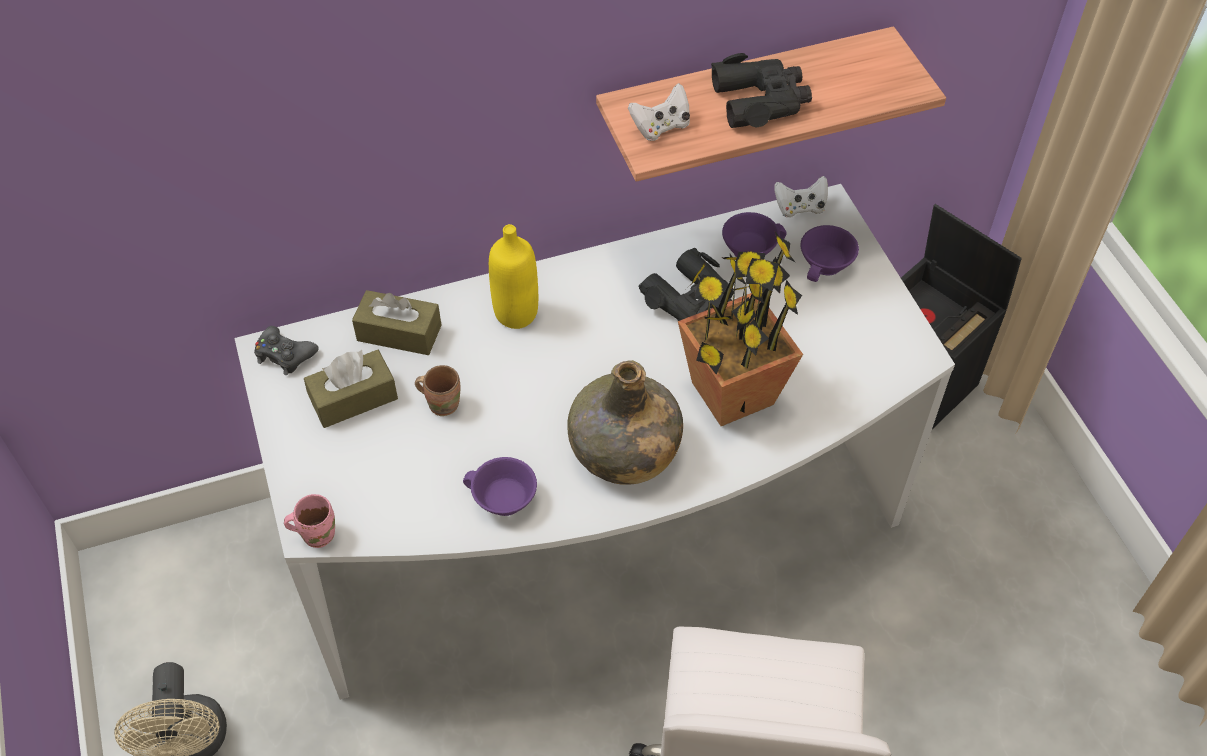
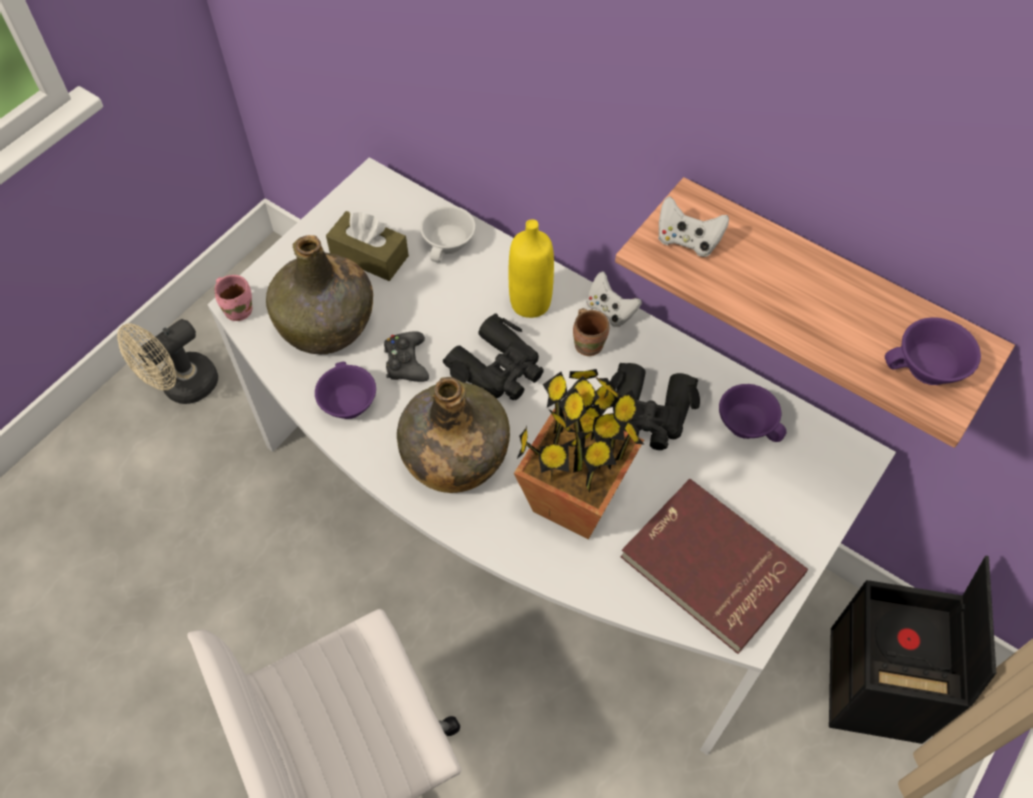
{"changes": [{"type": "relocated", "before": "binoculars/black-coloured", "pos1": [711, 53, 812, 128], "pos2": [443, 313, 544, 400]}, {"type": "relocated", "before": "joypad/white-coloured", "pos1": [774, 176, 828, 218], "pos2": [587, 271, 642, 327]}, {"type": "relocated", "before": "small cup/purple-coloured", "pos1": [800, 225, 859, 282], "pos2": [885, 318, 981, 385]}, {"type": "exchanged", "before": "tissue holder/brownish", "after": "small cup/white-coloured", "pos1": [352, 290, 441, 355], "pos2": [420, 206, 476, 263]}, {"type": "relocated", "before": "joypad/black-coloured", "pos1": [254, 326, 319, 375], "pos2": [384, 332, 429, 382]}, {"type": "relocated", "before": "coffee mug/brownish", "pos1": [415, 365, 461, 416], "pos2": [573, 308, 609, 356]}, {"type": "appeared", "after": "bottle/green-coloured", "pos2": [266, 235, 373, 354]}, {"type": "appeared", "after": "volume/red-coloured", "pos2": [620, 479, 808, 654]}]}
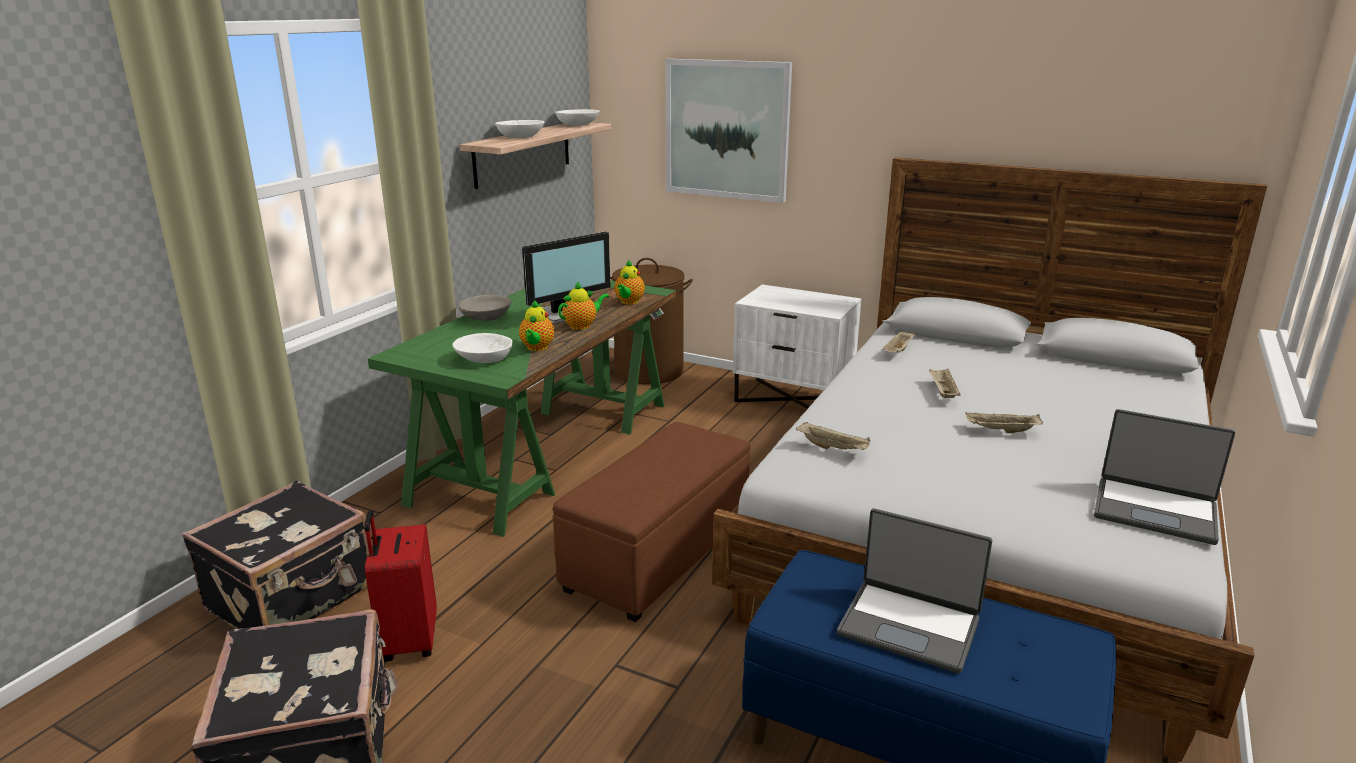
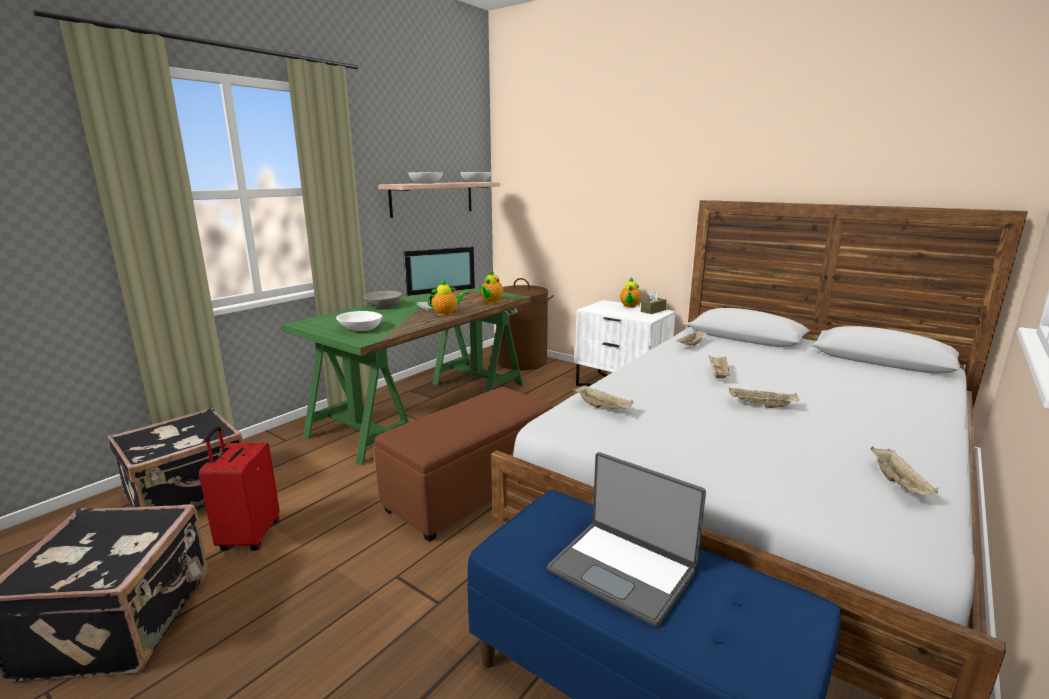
{"changes": [{"type": "missing", "before": "wall art", "pos1": [665, 59, 792, 203]}, {"type": "relocated", "before": "tea pot", "pos1": [519, 300, 554, 351], "pos2": [620, 277, 641, 308]}, {"type": "exchanged", "before": "laptop", "after": "carrying tray/sand-coloured", "pos1": [1094, 409, 1235, 545], "pos2": [870, 447, 938, 495]}, {"type": "appeared", "after": "tissue holder/brownish", "pos2": [641, 290, 667, 314]}]}
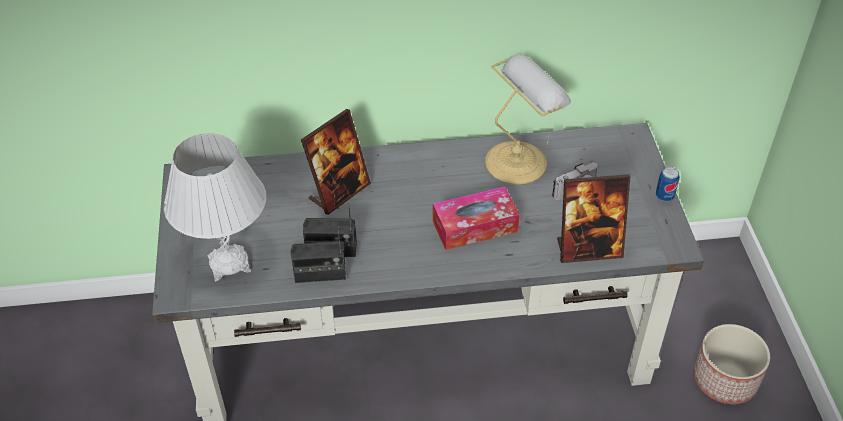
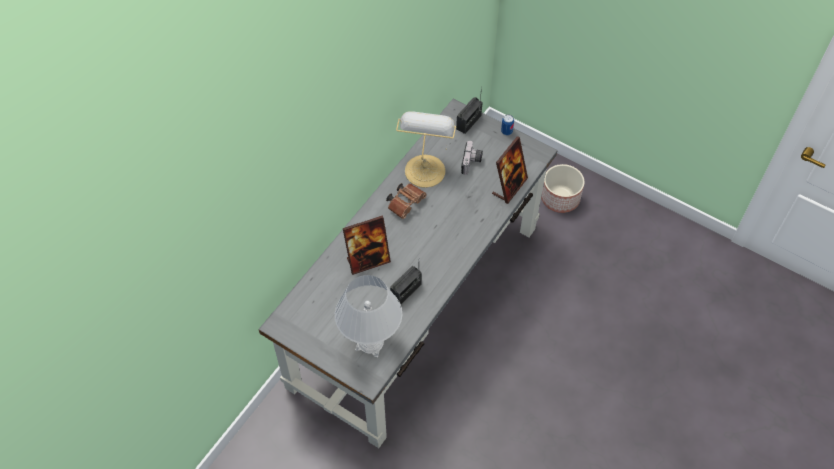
{"changes": [{"type": "spun", "before": "photo frame", "pos1": [301, 109, 371, 215], "pos2": [343, 216, 391, 275], "turn": 75}, {"type": "missing", "before": "tissue holder", "pos1": [433, 187, 520, 250]}, {"type": "relocated", "before": "radio receiver", "pos1": [291, 226, 346, 283], "pos2": [456, 86, 483, 134]}, {"type": "appeared", "after": "binoculars/brownish", "pos2": [386, 183, 427, 219]}]}
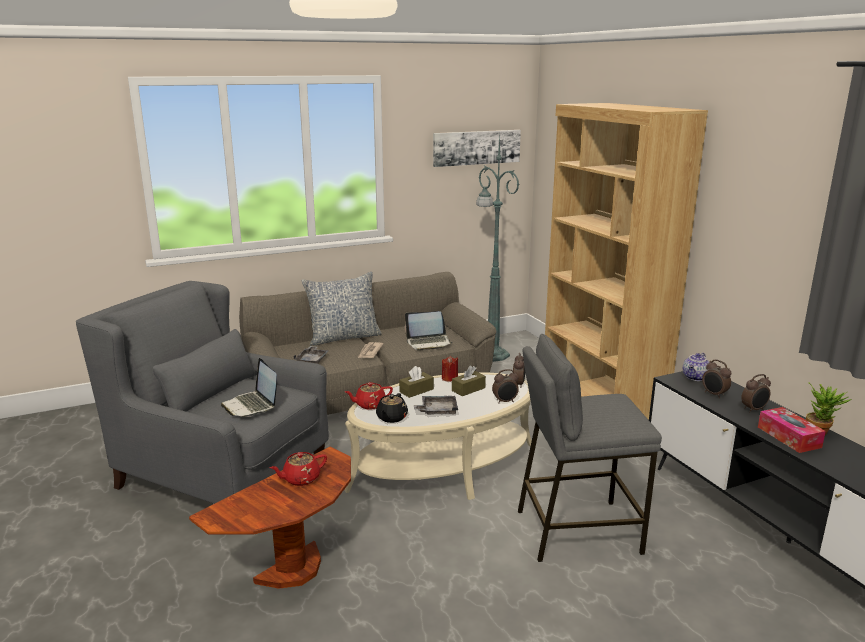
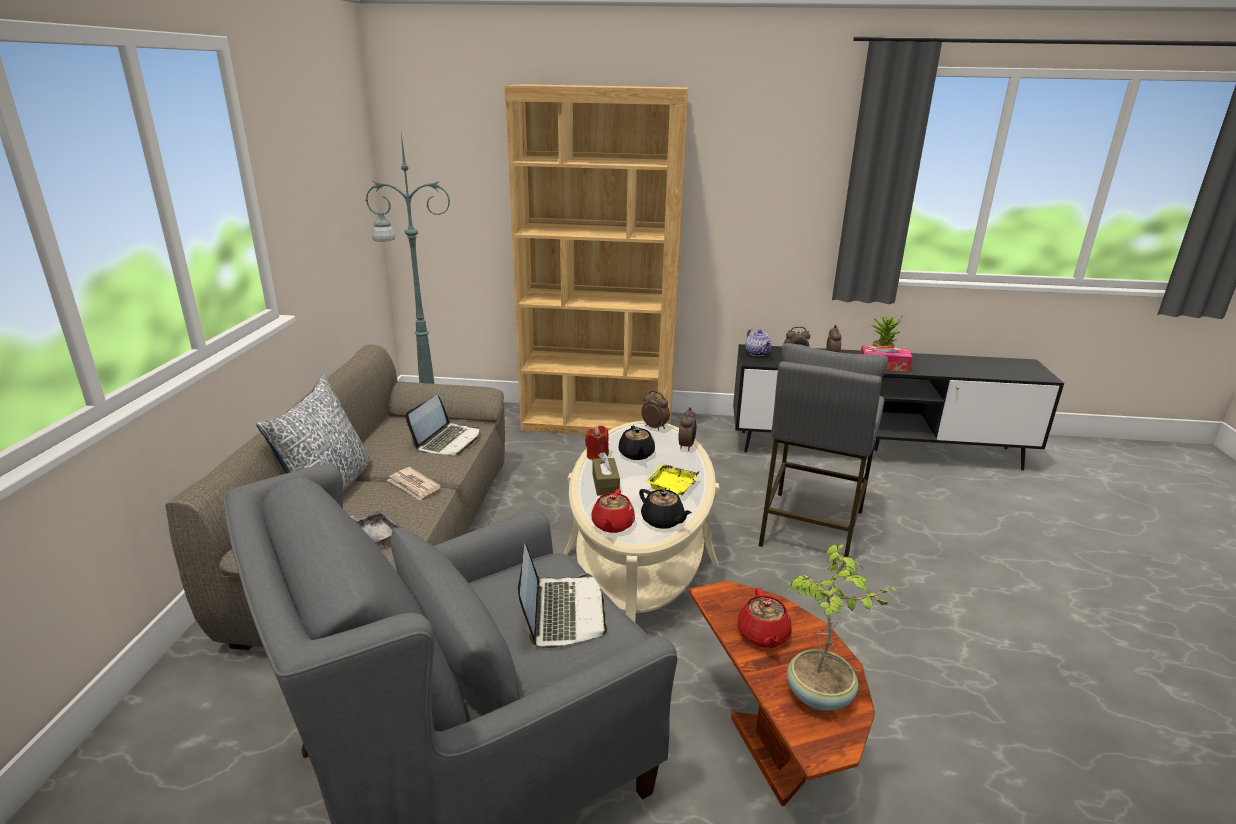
{"changes": [{"type": "missing", "before": "wall art", "pos1": [433, 130, 521, 167]}, {"type": "spun", "before": "laptop", "pos1": [221, 358, 277, 417], "pos2": [518, 543, 607, 648], "turn": -90}, {"type": "exchanged", "before": "tissue holder/brownish", "after": "tea pot/black-coloured", "pos1": [452, 366, 486, 396], "pos2": [618, 426, 655, 460]}, {"type": "colour", "before": "carrying tray/greyish", "after": "carrying tray/yellow", "pos1": [414, 396, 458, 415], "pos2": [645, 464, 700, 495]}, {"type": "appeared", "after": "potted plant", "pos2": [787, 544, 897, 711]}]}
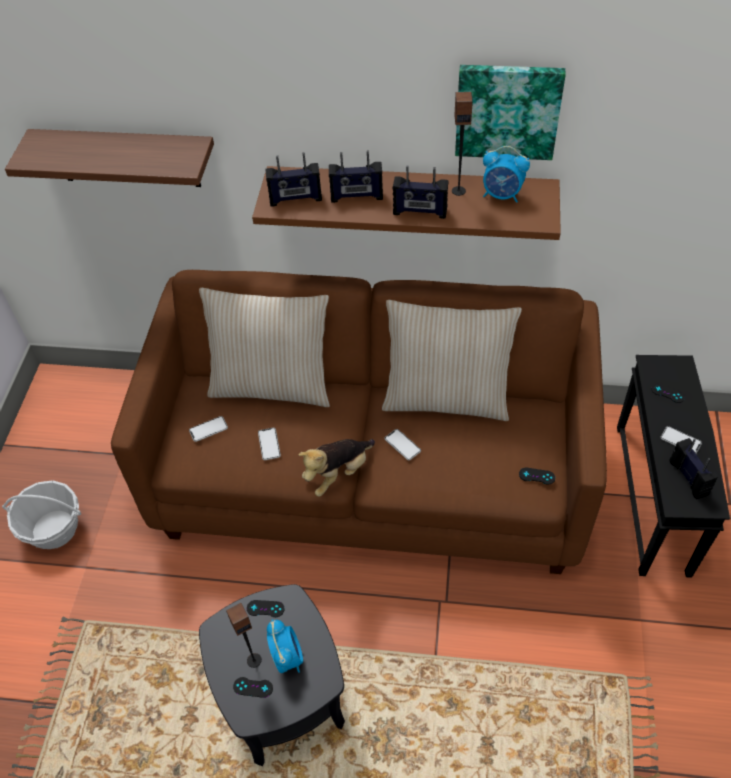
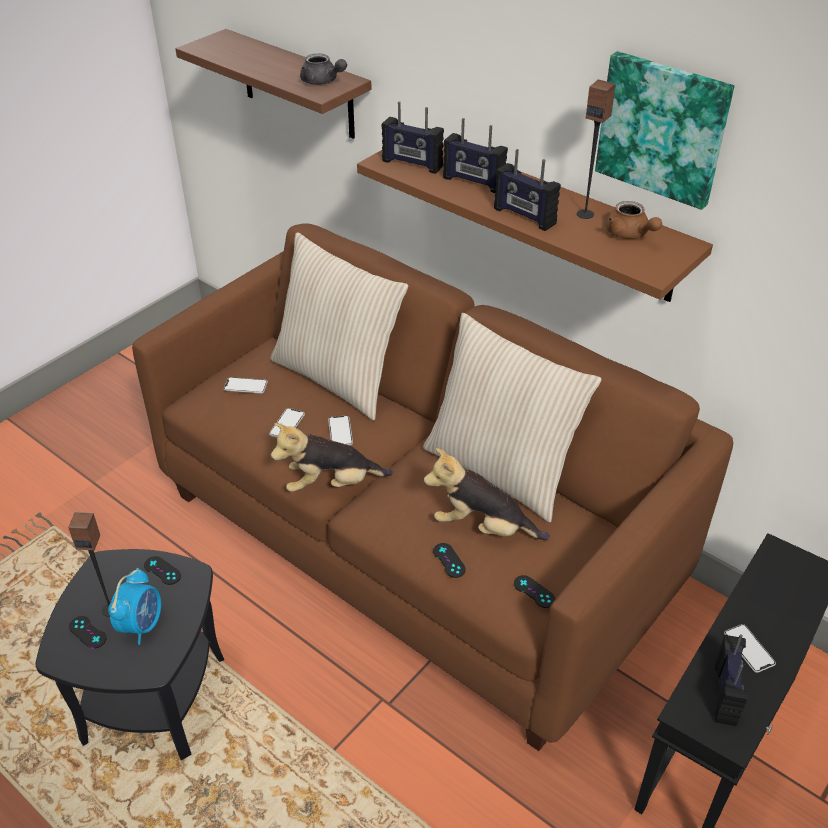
{"changes": [{"type": "exchanged", "before": "alarm clock", "after": "tea pot/brownish", "pos1": [483, 146, 530, 203], "pos2": [606, 201, 662, 239]}, {"type": "relocated", "before": "joypad/black-coloured", "pos1": [651, 383, 685, 403], "pos2": [433, 543, 466, 578]}, {"type": "relocated", "before": "phone", "pos1": [385, 429, 421, 460], "pos2": [328, 415, 353, 445]}, {"type": "missing", "before": "basket", "pos1": [2, 481, 81, 549]}, {"type": "appeared", "after": "tea pot/greyish", "pos2": [300, 53, 347, 85]}, {"type": "appeared", "after": "cuddly toy", "pos2": [424, 448, 550, 540]}]}
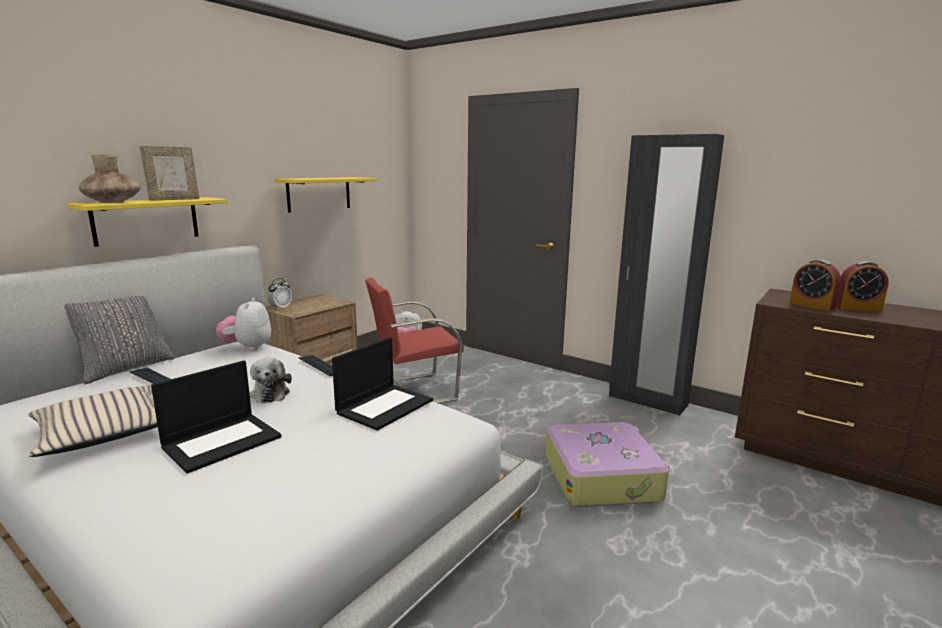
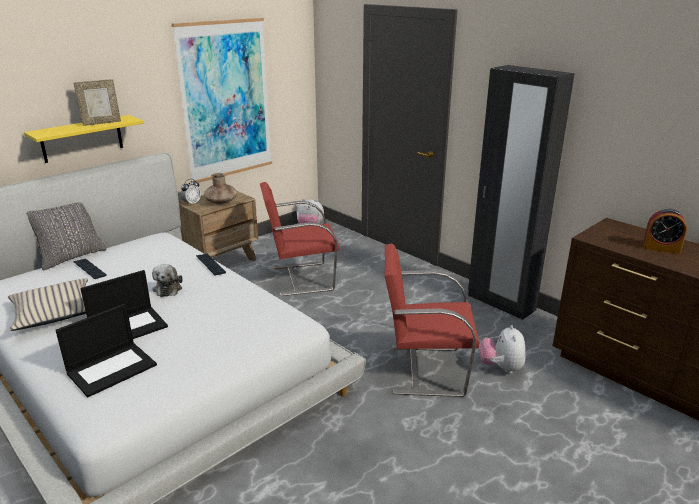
{"changes": [{"type": "relocated", "before": "decorative vase/brownish", "pos1": [79, 155, 141, 203], "pos2": [204, 173, 237, 205]}, {"type": "exchanged", "before": "wall shelf/yellow", "after": "wall art", "pos1": [275, 177, 377, 213], "pos2": [171, 18, 272, 183]}, {"type": "missing", "before": "alarm clock", "pos1": [790, 260, 841, 311]}, {"type": "relocated", "before": "cuddly toy", "pos1": [216, 298, 271, 351], "pos2": [480, 325, 526, 374]}, {"type": "relocated", "before": "laptop", "pos1": [332, 337, 433, 431], "pos2": [56, 304, 157, 397]}, {"type": "exchanged", "before": "travel case", "after": "plain chair/red-coloured", "pos1": [546, 422, 670, 507], "pos2": [385, 244, 480, 397]}]}
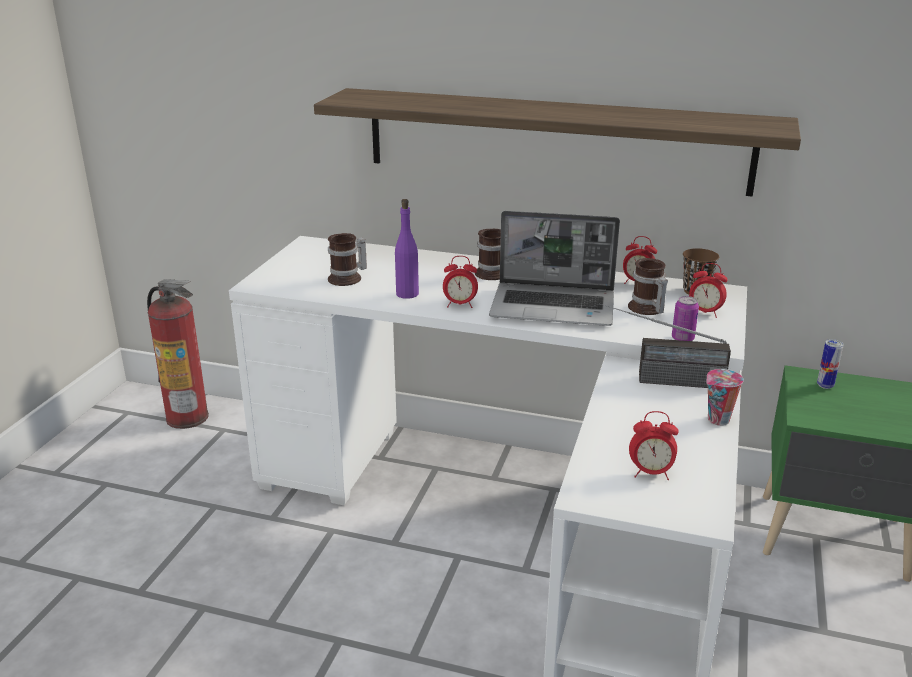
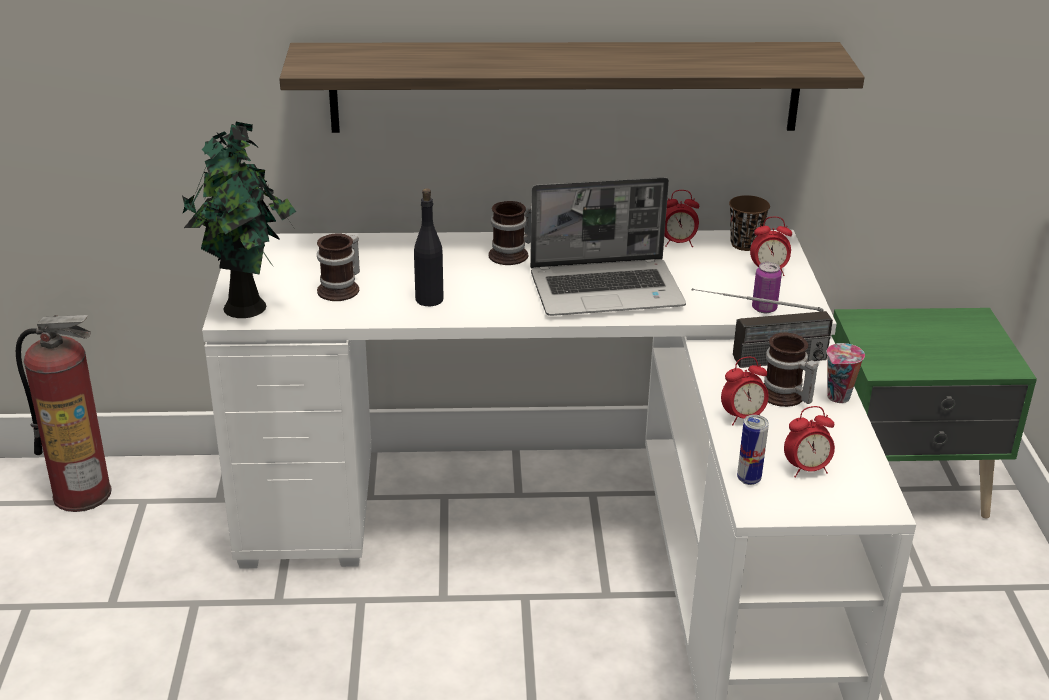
{"changes": [{"type": "colour", "before": "bottle/purple-coloured", "after": "bottle/black-coloured", "pos1": [395, 199, 419, 299], "pos2": [414, 188, 444, 306]}, {"type": "relocated", "before": "alarm clock", "pos1": [443, 256, 478, 308], "pos2": [721, 357, 769, 425]}, {"type": "relocated", "before": "coffee mug", "pos1": [628, 258, 668, 315], "pos2": [764, 333, 818, 407]}, {"type": "relocated", "before": "sealed can", "pos1": [817, 339, 843, 389], "pos2": [737, 415, 769, 485]}, {"type": "appeared", "after": "potted plant", "pos2": [182, 122, 296, 318]}]}
